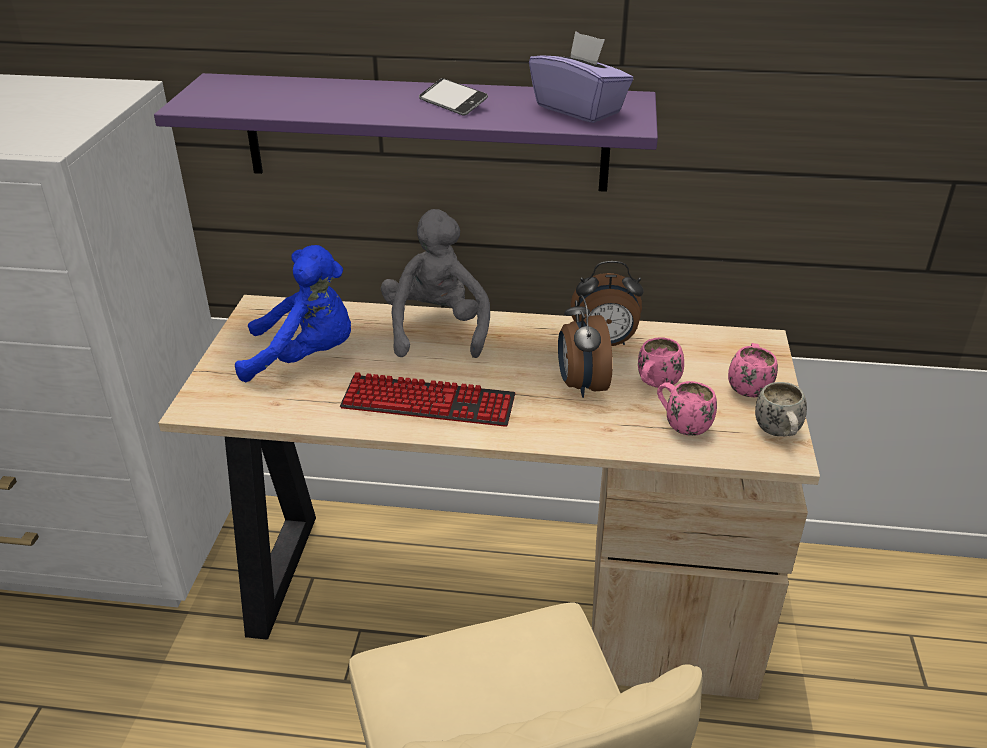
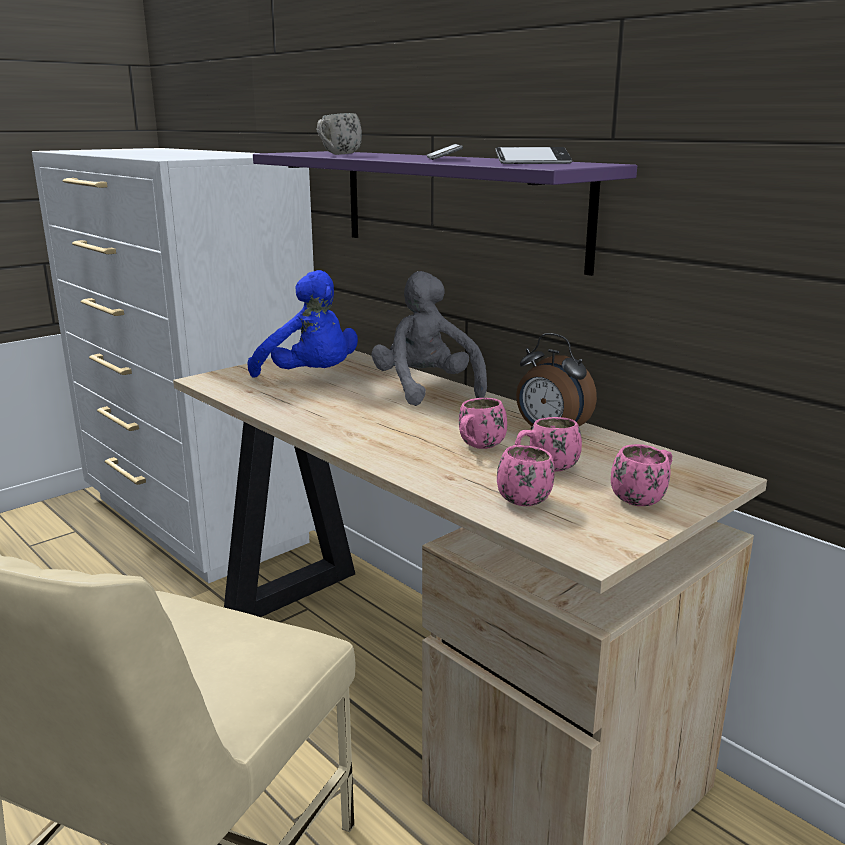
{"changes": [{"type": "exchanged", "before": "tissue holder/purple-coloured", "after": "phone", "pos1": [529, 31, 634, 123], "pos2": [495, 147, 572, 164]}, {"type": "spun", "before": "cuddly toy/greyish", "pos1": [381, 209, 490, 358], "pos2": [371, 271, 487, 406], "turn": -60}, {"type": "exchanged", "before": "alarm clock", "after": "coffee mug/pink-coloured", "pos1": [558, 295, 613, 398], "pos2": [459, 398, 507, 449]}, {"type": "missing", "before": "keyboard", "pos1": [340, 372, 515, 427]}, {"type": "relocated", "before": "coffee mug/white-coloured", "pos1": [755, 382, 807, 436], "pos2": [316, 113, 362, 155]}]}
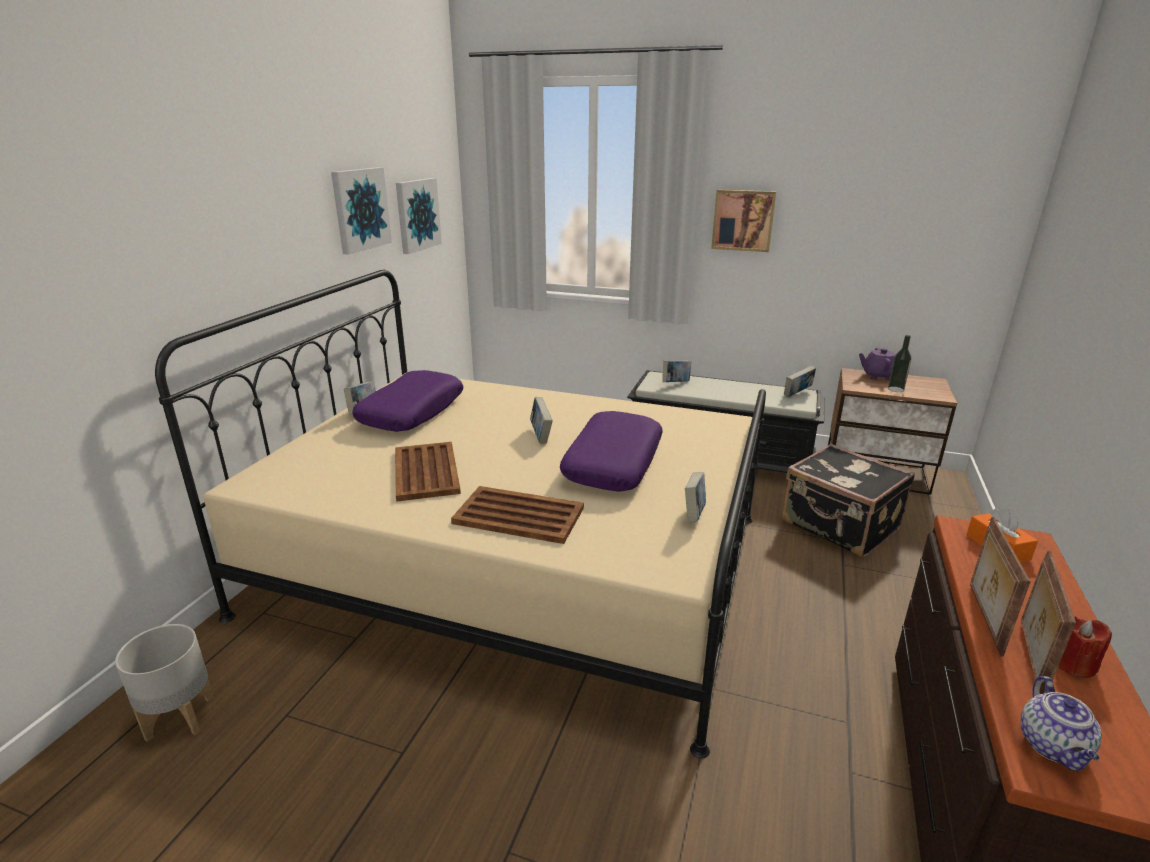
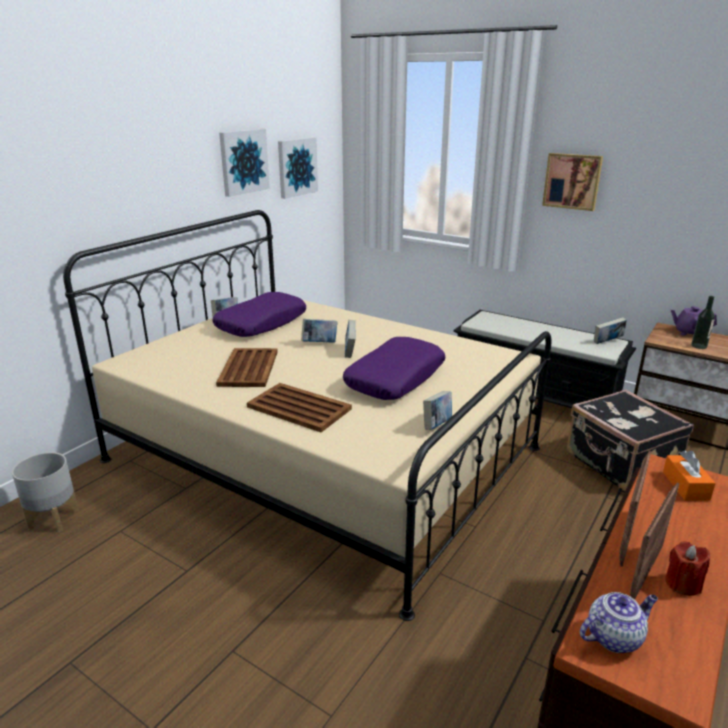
{"changes": [{"type": "relocated", "before": "volume", "pos1": [662, 360, 691, 382], "pos2": [301, 319, 338, 343]}, {"type": "spun", "before": "tea pot", "pos1": [1021, 676, 1102, 771], "pos2": [580, 592, 658, 653], "turn": -135}]}
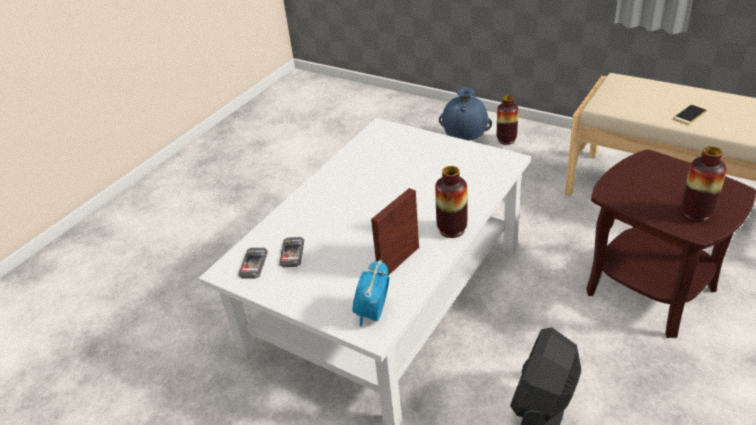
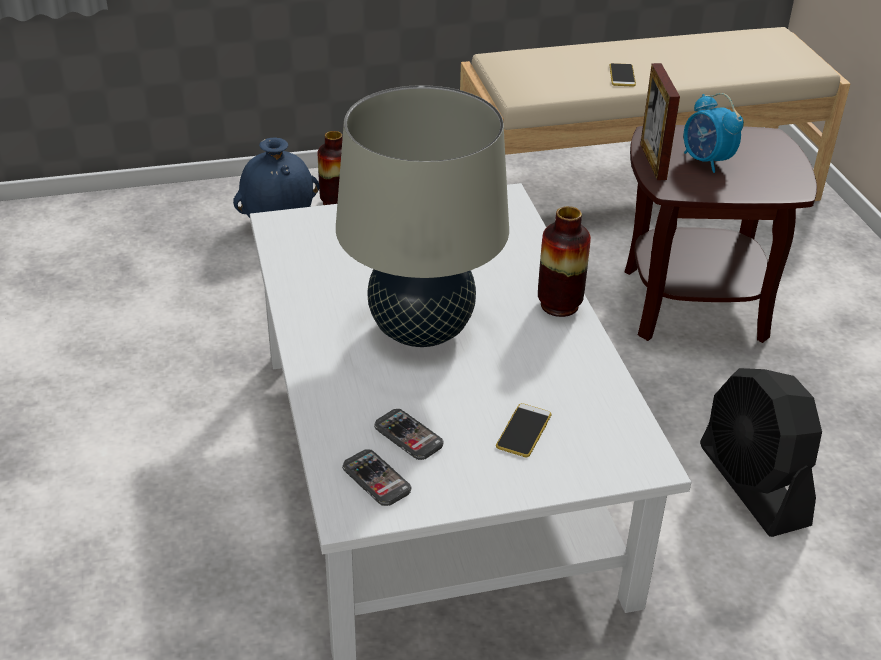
{"changes": [{"type": "missing", "before": "decorative vase", "pos1": [681, 146, 727, 222]}, {"type": "relocated", "before": "photo frame", "pos1": [371, 188, 419, 276], "pos2": [640, 63, 680, 180]}, {"type": "relocated", "before": "alarm clock", "pos1": [352, 259, 389, 326], "pos2": [684, 93, 744, 173]}, {"type": "appeared", "after": "tabletop lamp/sand-coloured", "pos2": [336, 85, 509, 347]}, {"type": "appeared", "after": "phone", "pos2": [496, 403, 551, 457]}]}
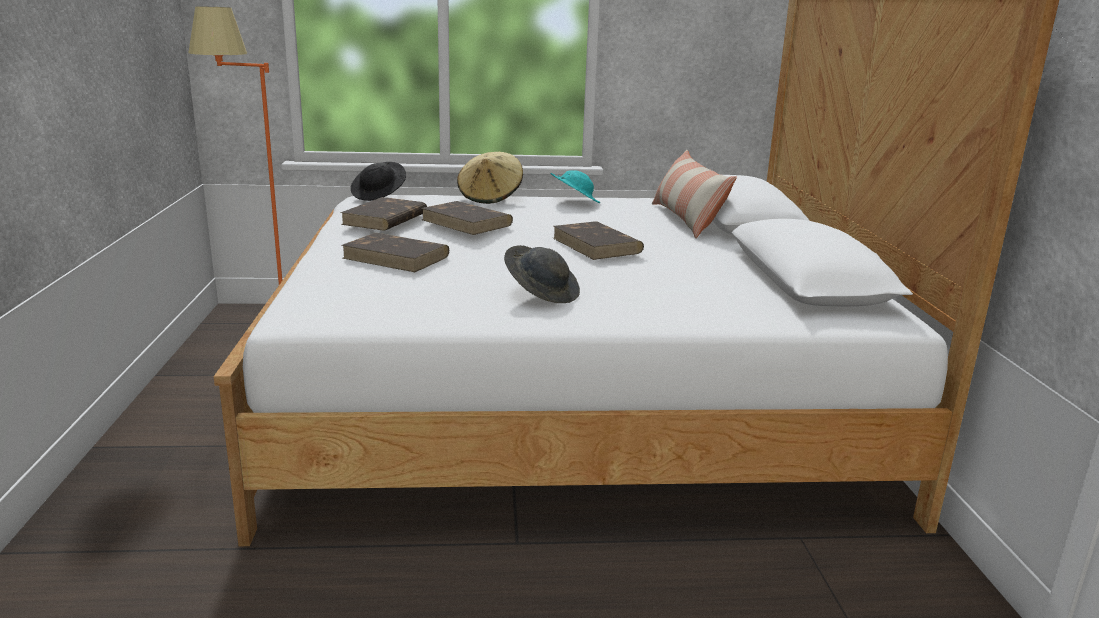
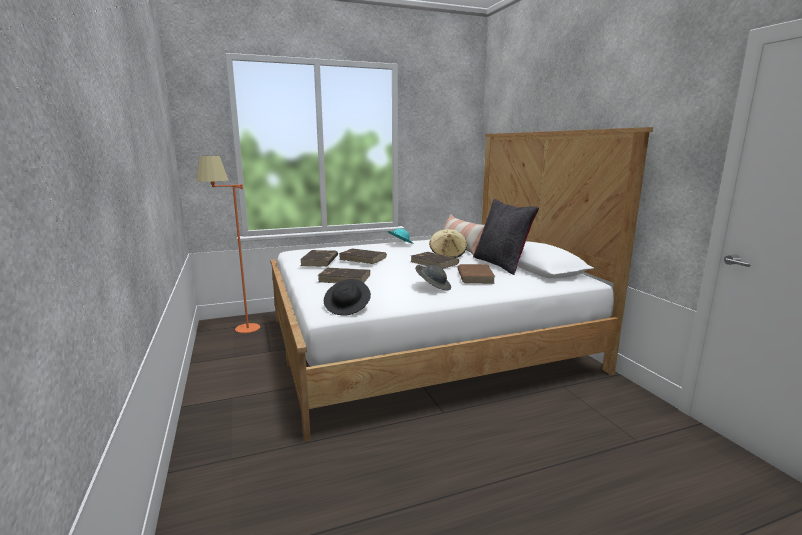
{"changes": [{"type": "relocated", "before": "wearable hat/sand-coloured", "pos1": [457, 152, 523, 204], "pos2": [429, 229, 467, 258]}, {"type": "relocated", "before": "wearable hat/black-coloured", "pos1": [351, 162, 406, 201], "pos2": [324, 279, 371, 315]}, {"type": "appeared", "after": "cushion/black-coloured", "pos2": [473, 199, 539, 275]}, {"type": "appeared", "after": "volume/brownish", "pos2": [457, 264, 495, 284]}]}
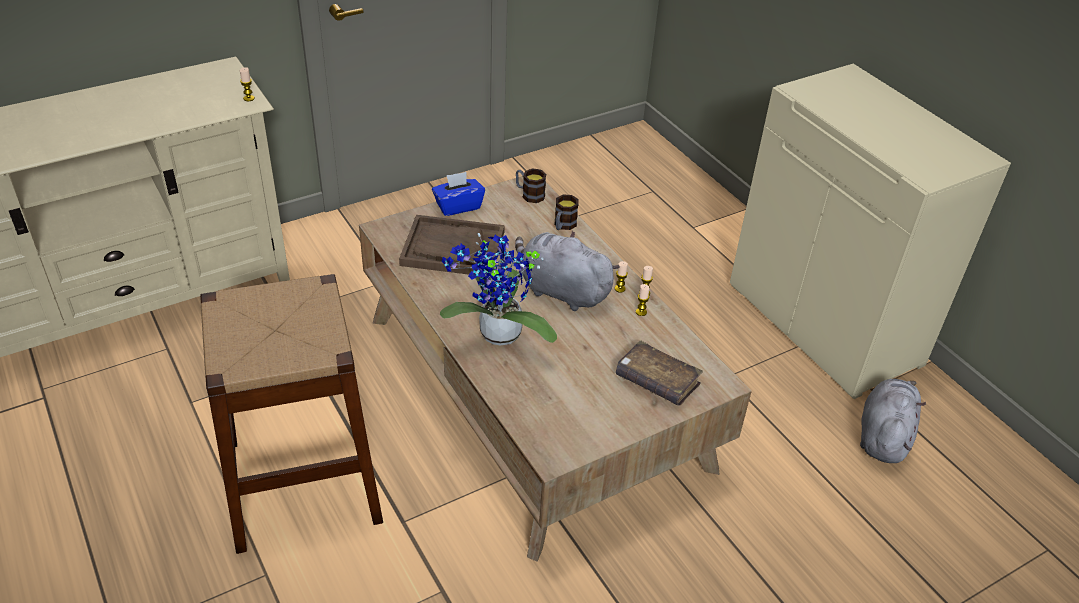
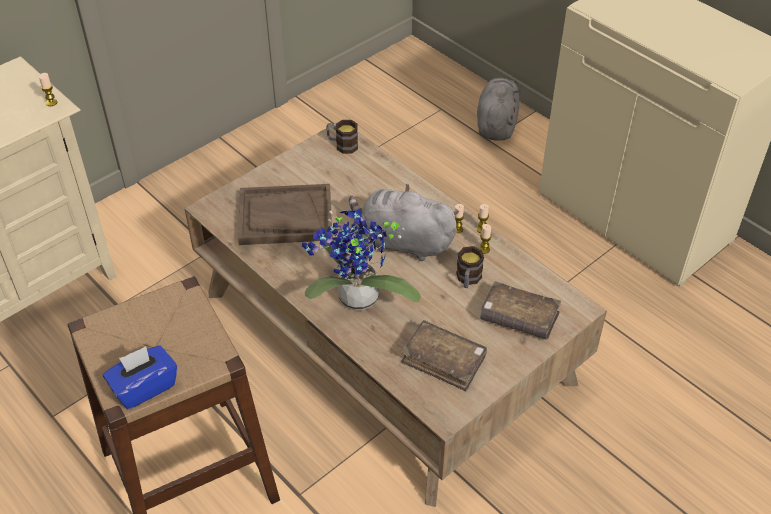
{"changes": [{"type": "relocated", "before": "tissue holder/blue-coloured", "pos1": [432, 172, 485, 216], "pos2": [103, 345, 177, 409]}, {"type": "relocated", "before": "coffee mug", "pos1": [555, 195, 579, 230], "pos2": [456, 246, 484, 288]}, {"type": "relocated", "before": "cuddly toy/greyish", "pos1": [860, 379, 926, 463], "pos2": [477, 78, 520, 141]}, {"type": "appeared", "after": "volume/brownish", "pos2": [401, 320, 487, 391]}]}
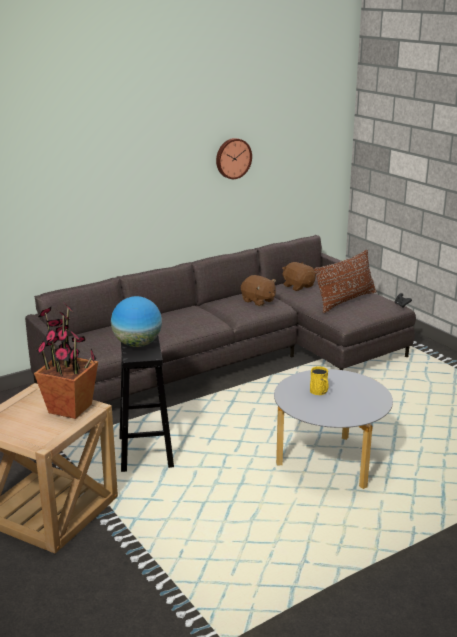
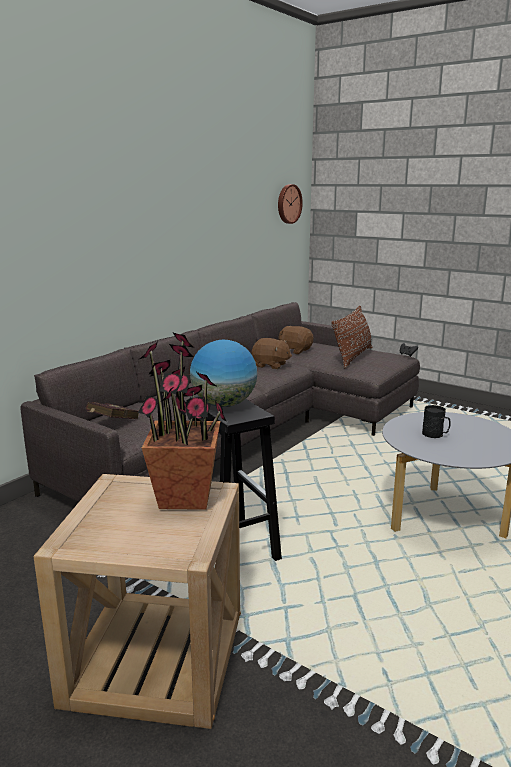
{"changes": [{"type": "relocated", "before": "wall clock", "pos1": [216, 138, 252, 179], "pos2": [278, 184, 303, 224]}, {"type": "colour", "before": "coffee mug/yellow", "after": "coffee mug/black-coloured", "pos1": [310, 367, 329, 395], "pos2": [422, 405, 451, 438]}, {"type": "appeared", "after": "volume/red-coloured", "pos2": [86, 402, 139, 419]}]}
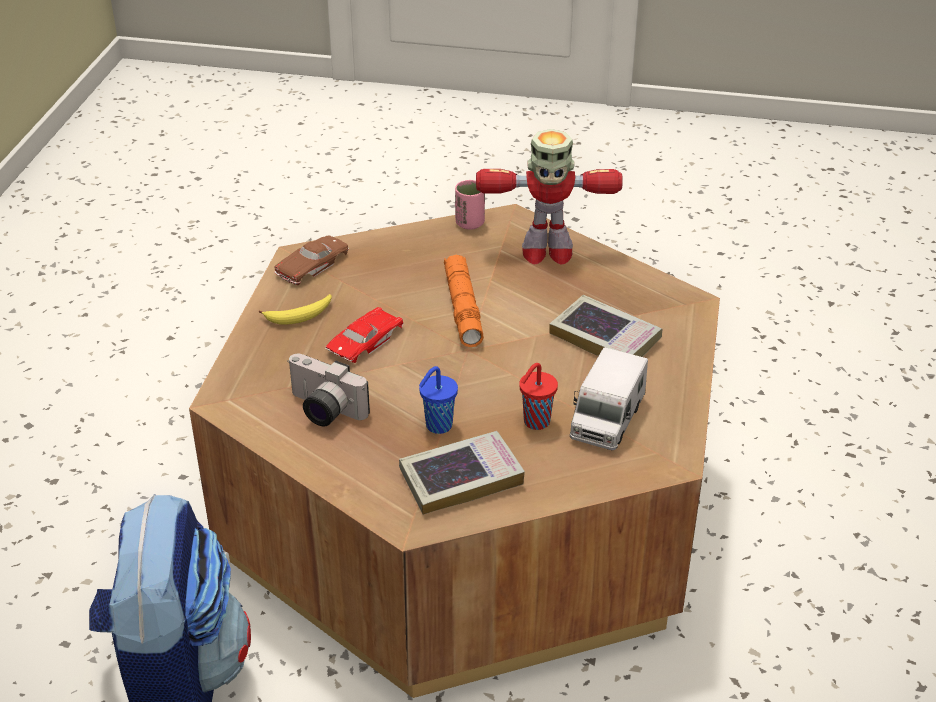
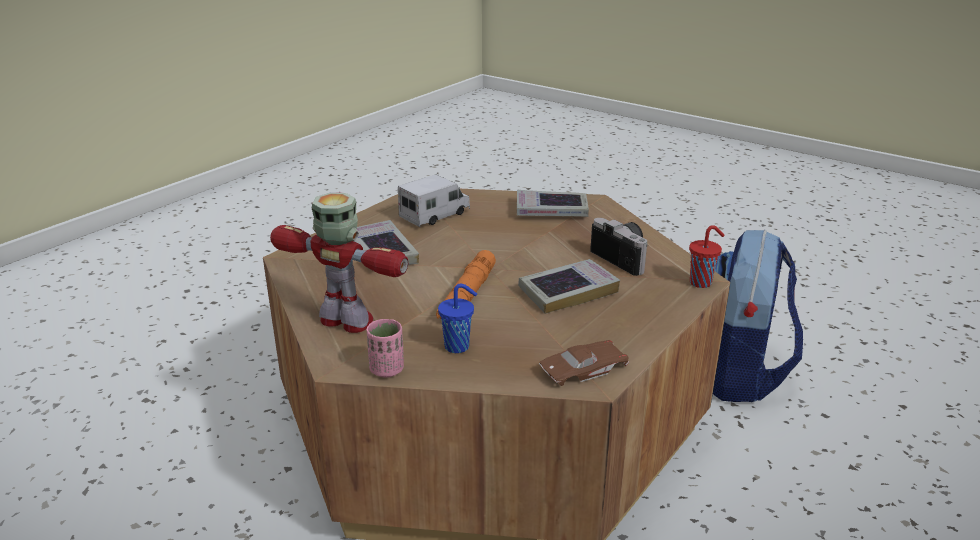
{"changes": [{"type": "missing", "before": "banana", "pos1": [259, 294, 332, 325]}, {"type": "exchanged", "before": "model car/red-coloured", "after": "volume", "pos1": [325, 307, 404, 363], "pos2": [518, 259, 620, 314]}, {"type": "relocated", "before": "small cup/red-coloured", "pos1": [519, 363, 558, 430], "pos2": [689, 225, 725, 288]}, {"type": "relocated", "before": "small cup/blue-coloured", "pos1": [419, 366, 458, 434], "pos2": [438, 284, 477, 353]}]}
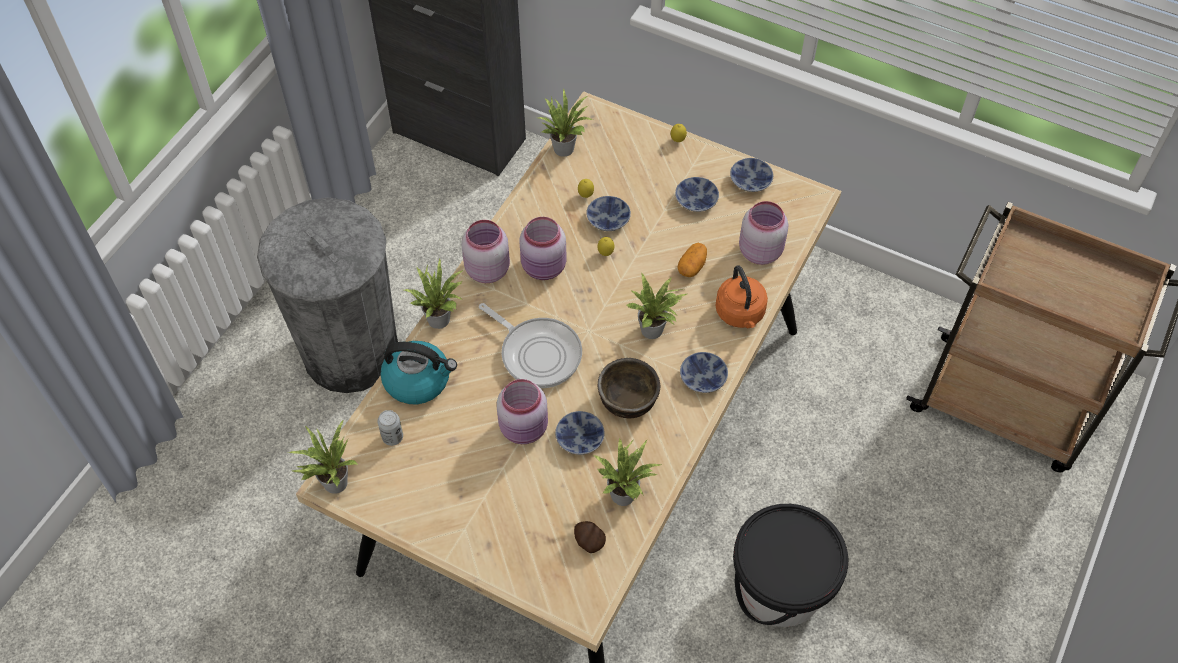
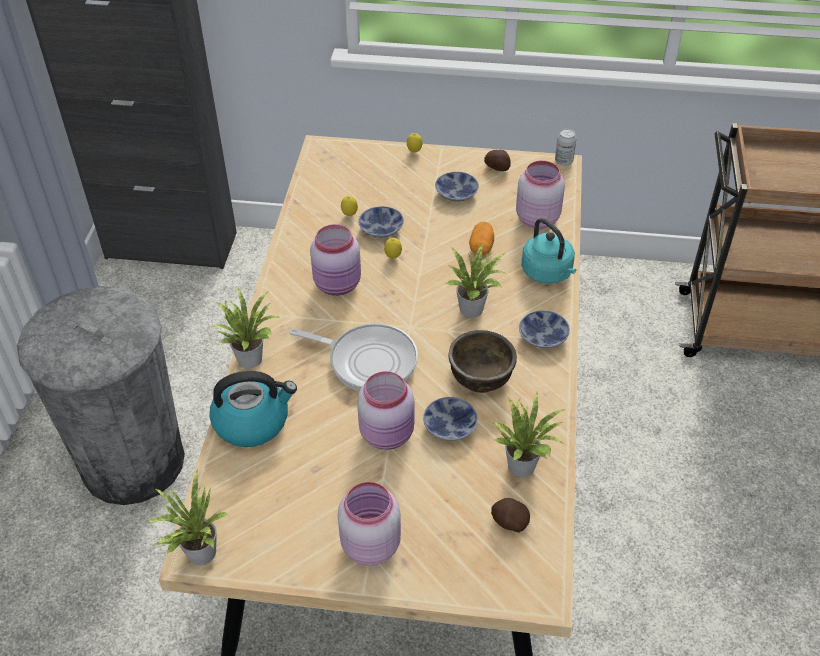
{"changes": [{"type": "missing", "before": "potted plant", "pos1": [538, 88, 593, 156]}, {"type": "exchanged", "before": "serving bowl", "after": "whole potato", "pos1": [730, 158, 773, 192], "pos2": [484, 150, 511, 171]}, {"type": "relocated", "before": "jar/pink-coloured", "pos1": [461, 220, 510, 283], "pos2": [338, 482, 401, 566]}, {"type": "colour", "before": "tea kettle/orange-coloured", "after": "tea kettle/blue-green", "pos1": [715, 265, 768, 328], "pos2": [521, 218, 576, 284]}, {"type": "relocated", "before": "sealed can", "pos1": [377, 410, 403, 446], "pos2": [555, 129, 577, 166]}, {"type": "missing", "before": "water bucket/black-coloured", "pos1": [733, 504, 848, 627]}]}
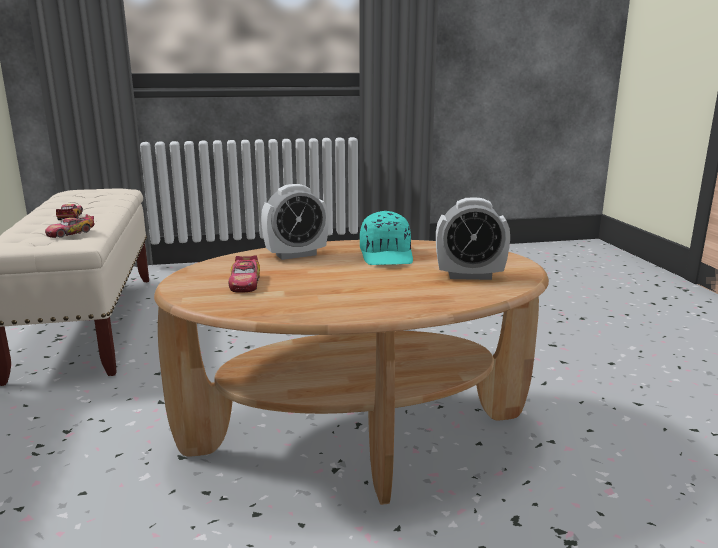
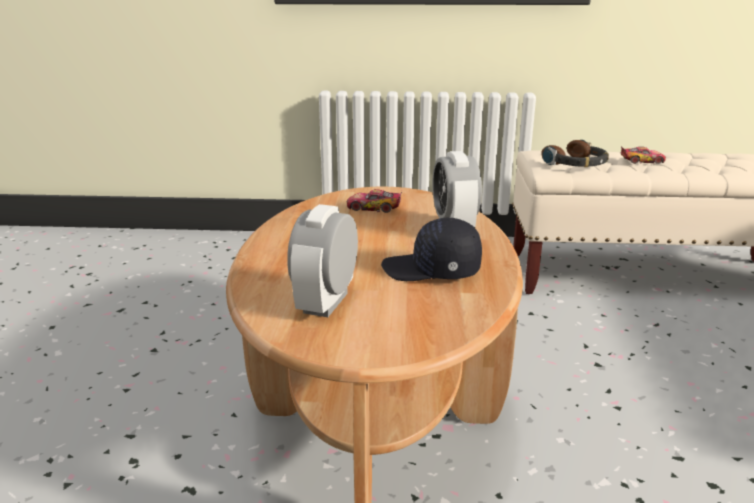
{"changes": [{"type": "colour", "before": "cap/blue-green", "after": "cap/black-coloured", "pos1": [360, 211, 413, 265], "pos2": [381, 218, 482, 281]}, {"type": "exchanged", "before": "model car", "after": "pair of headphones", "pos1": [45, 214, 94, 238], "pos2": [541, 140, 609, 167]}]}
